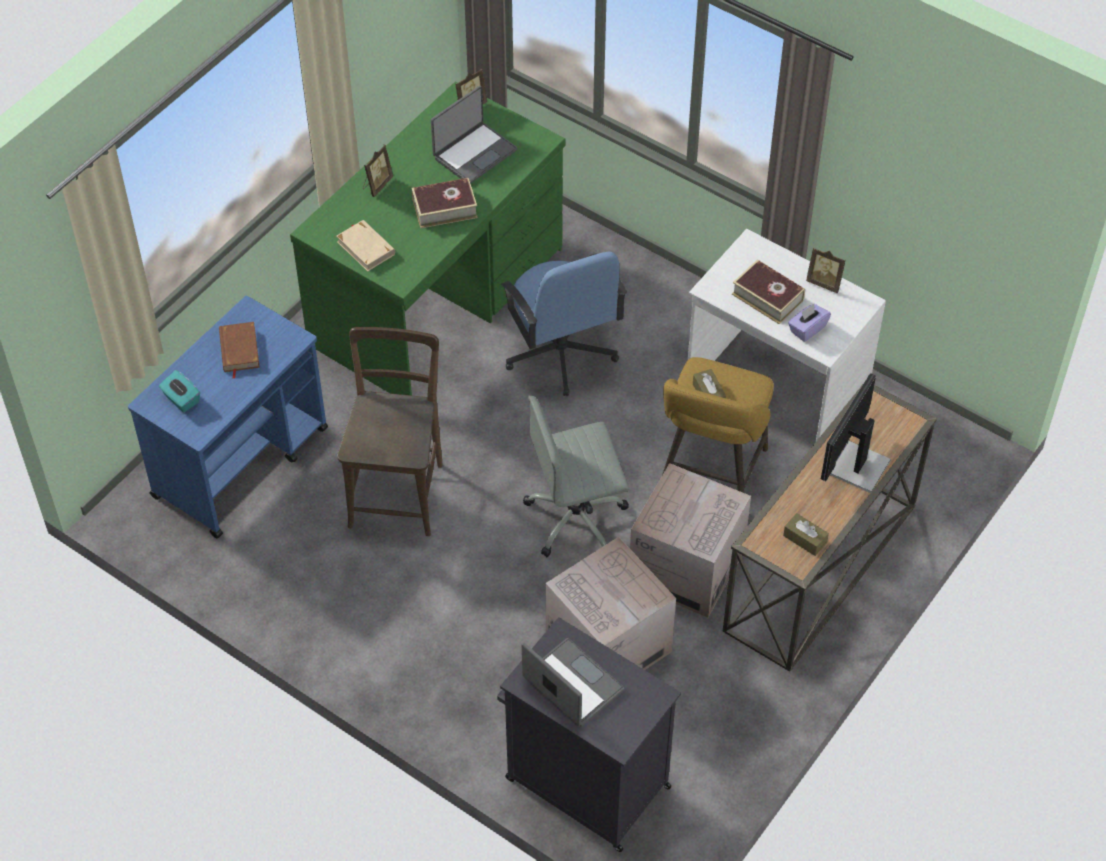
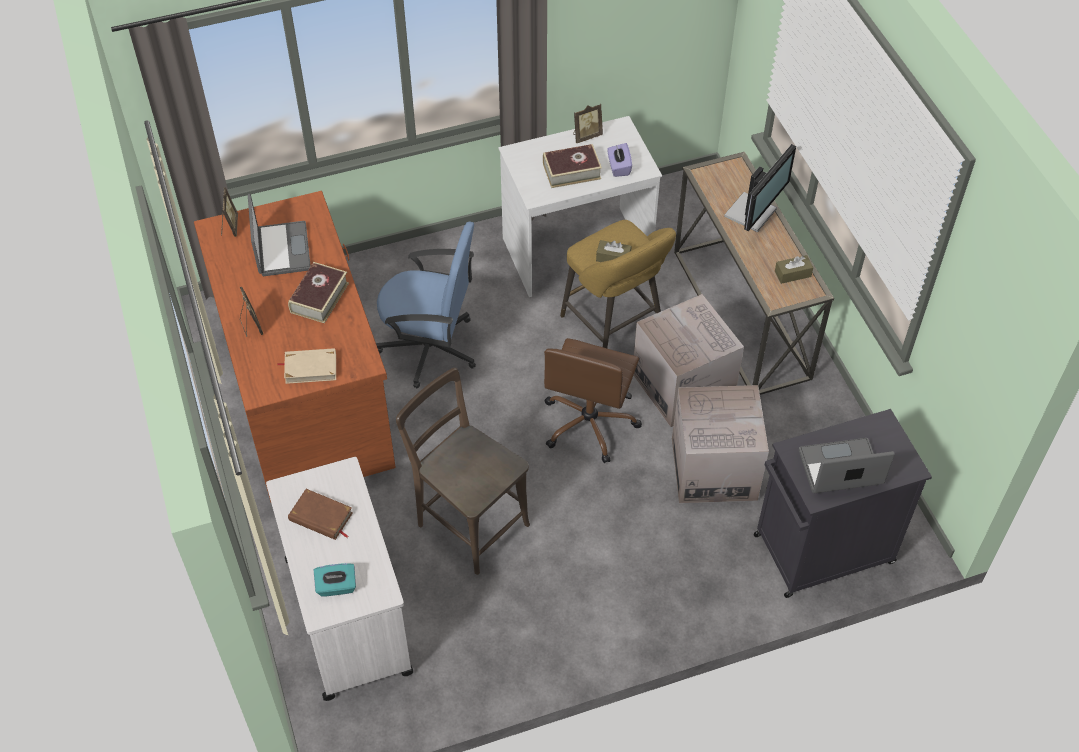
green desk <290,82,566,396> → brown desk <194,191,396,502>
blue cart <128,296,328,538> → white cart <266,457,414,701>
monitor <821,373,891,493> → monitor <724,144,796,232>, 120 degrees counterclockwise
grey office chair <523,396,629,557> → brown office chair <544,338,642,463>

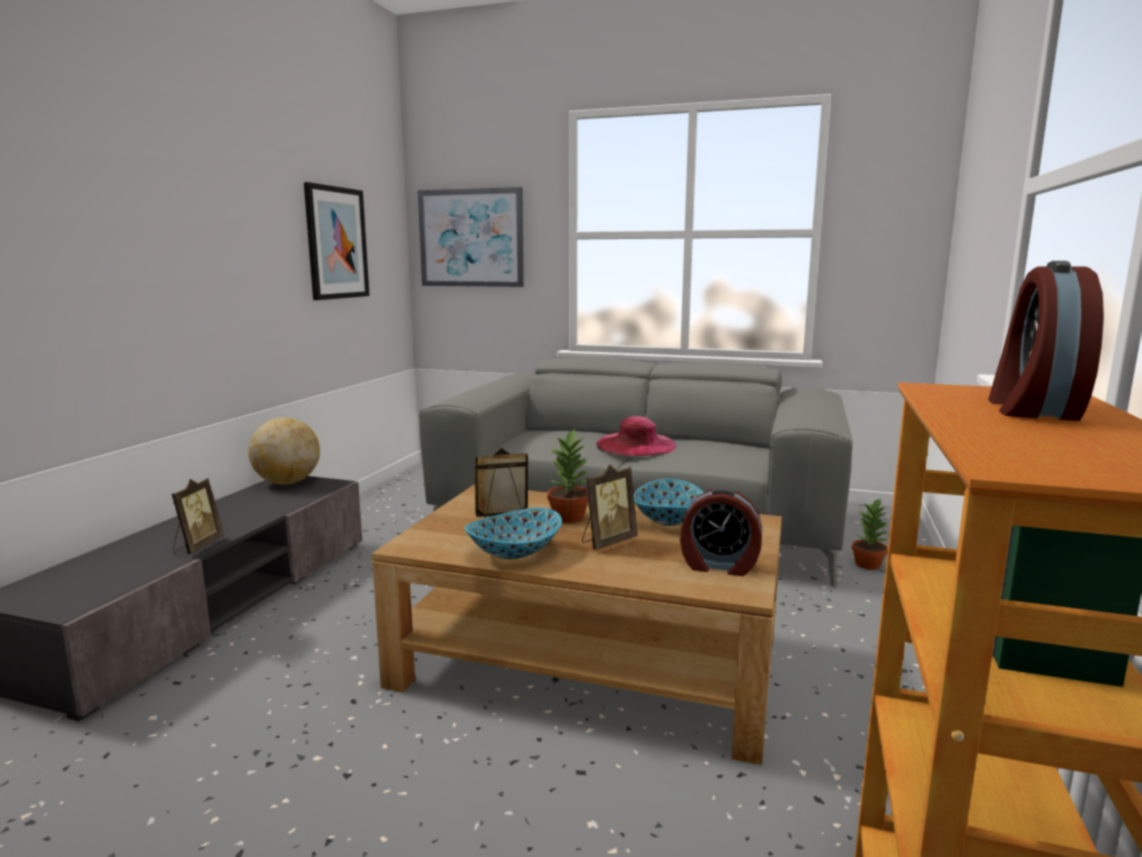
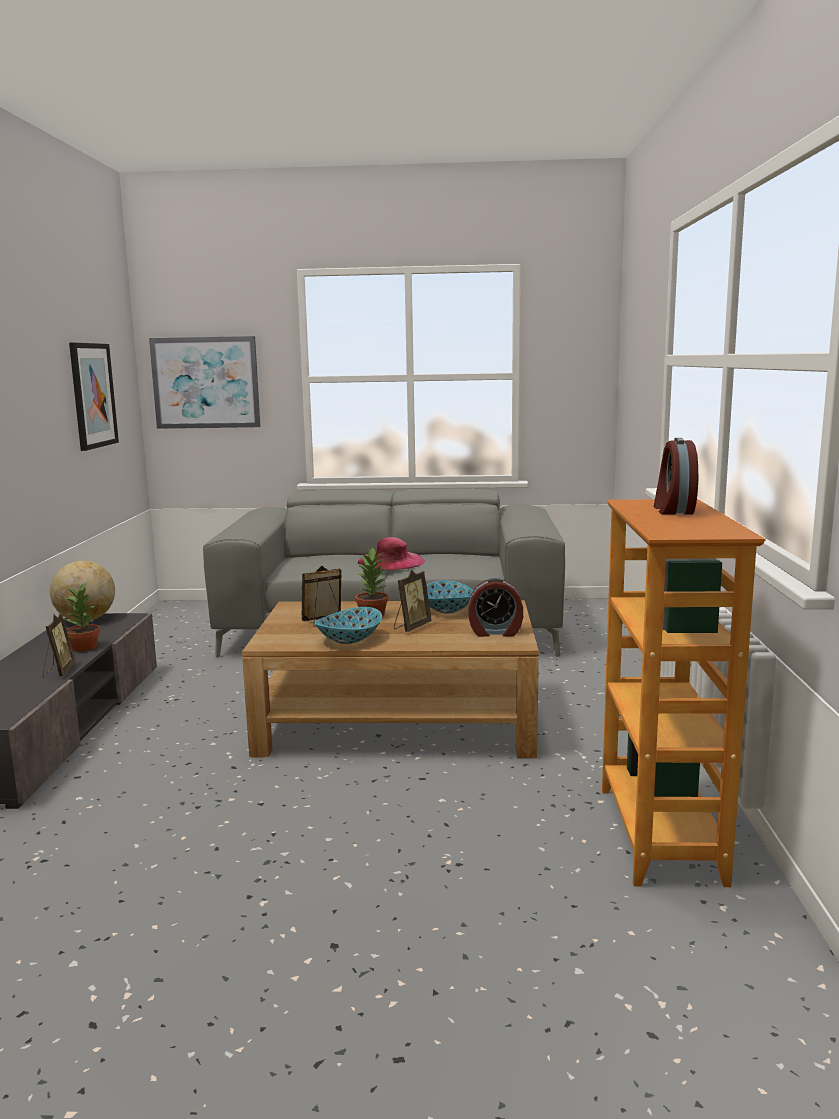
potted plant <852,498,890,570> → potted plant <65,582,100,652>, moved

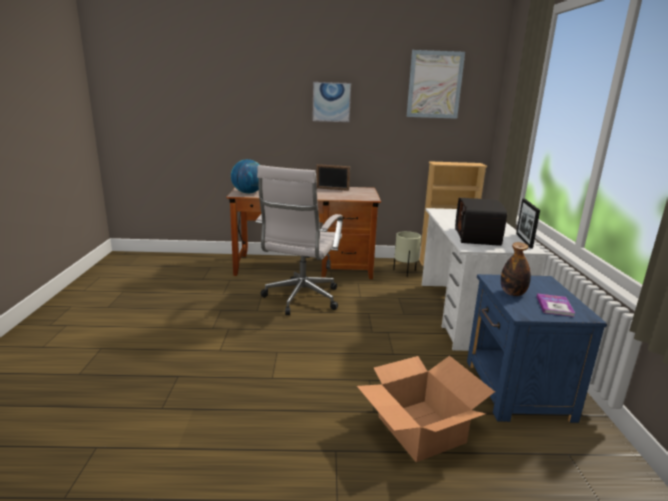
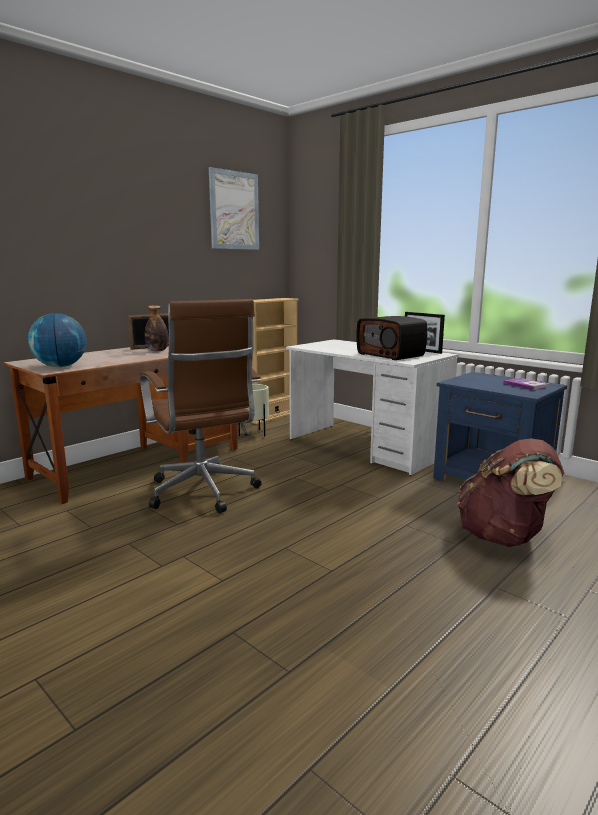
picture <312,82,351,122> → -
white office chair <255,165,343,315> → brown office chair <140,299,261,513>
bottle <501,242,531,296> → bottle <145,305,169,351>, moved
cardboard box <357,356,495,462> → brown backpack <457,439,564,547>

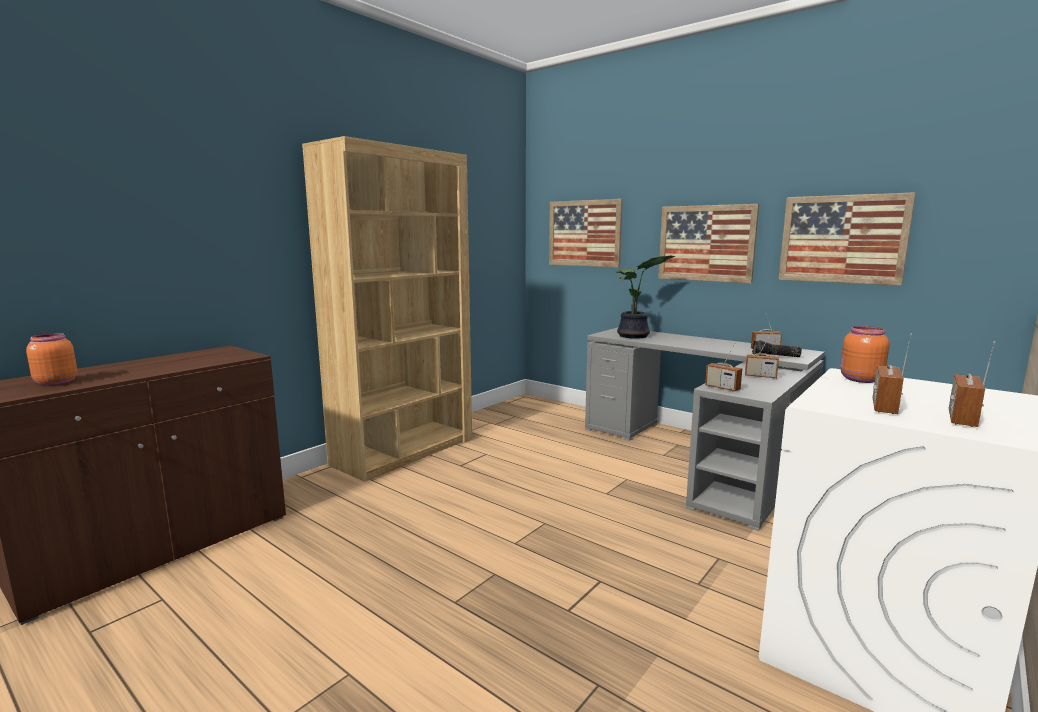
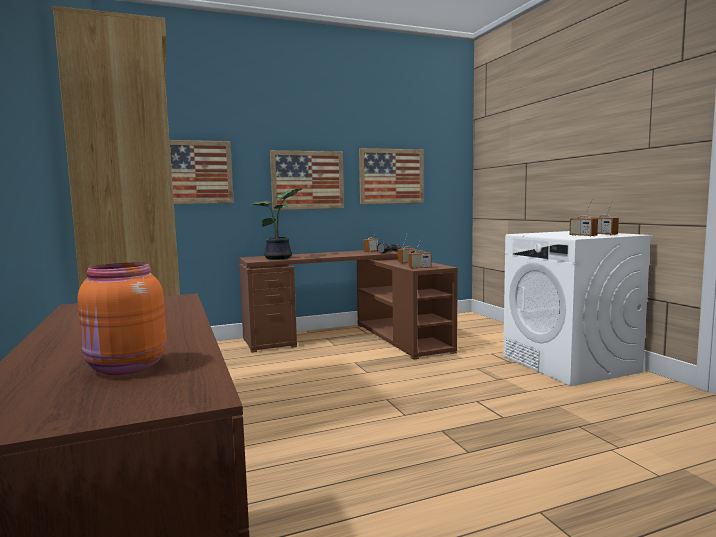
orange jar <840,326,889,383> → -
grey desk <585,328,825,531> → brown desk <239,250,458,360>

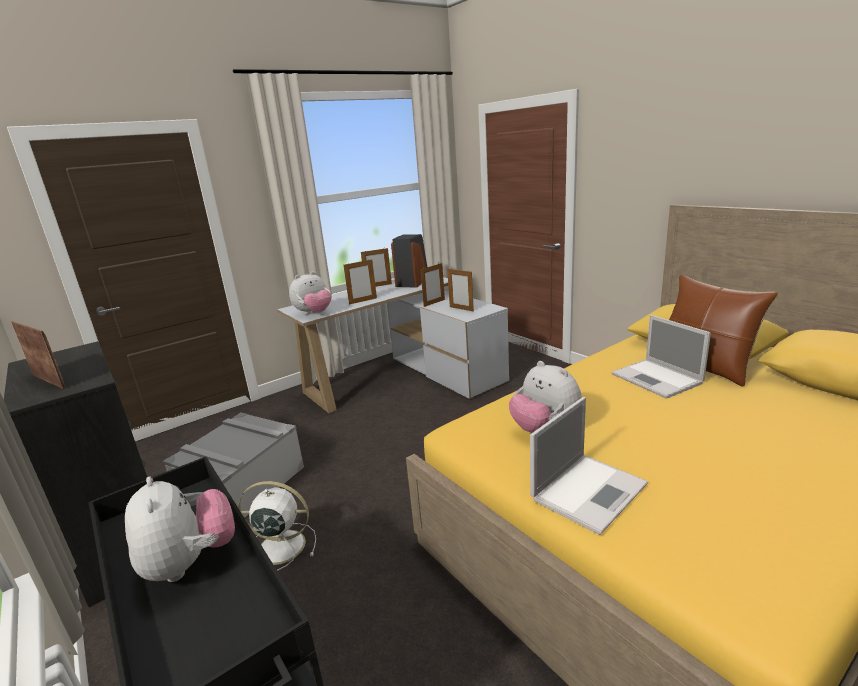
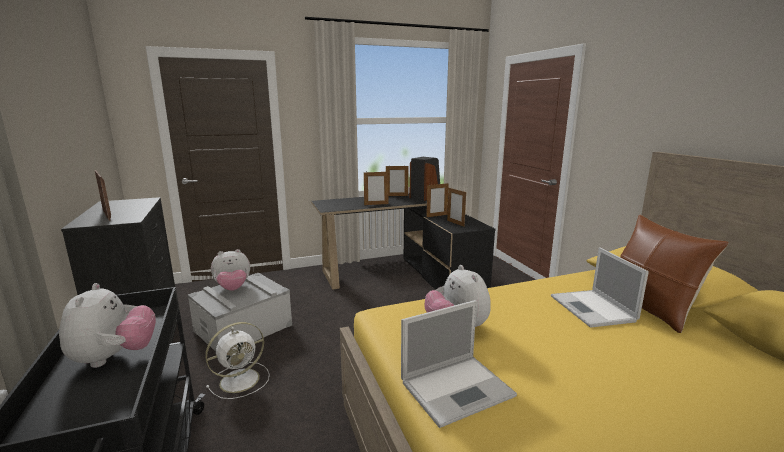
plush toy <289,271,332,315> → plush toy <211,249,250,291>, moved
white desk <277,277,509,413> → black desk <311,193,496,290>
white fan <238,481,316,571> → white fan <205,322,270,399>, 120 degrees clockwise

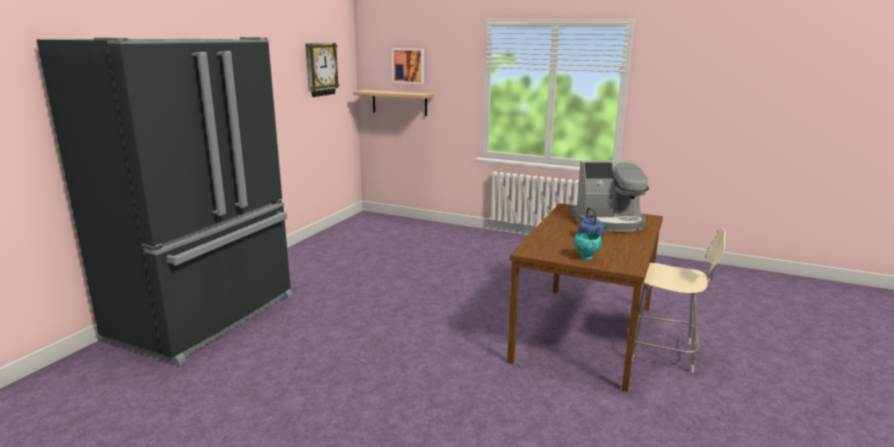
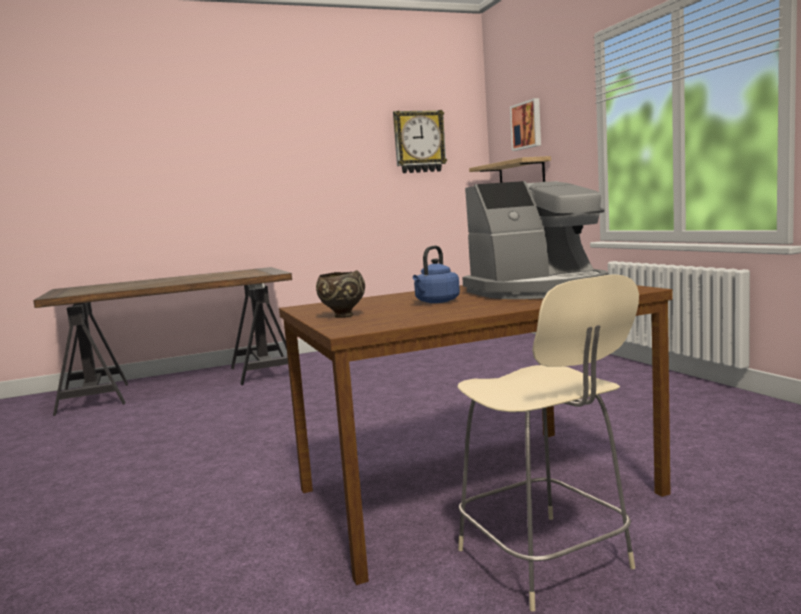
black fridge <36,37,293,365> → brown desk <33,267,292,416>
coffee machine <571,160,649,232> → coffee machine <462,181,609,299>, 60 degrees counterclockwise
turquoise bowl <574,232,602,260> → brown bowl <316,270,365,318>

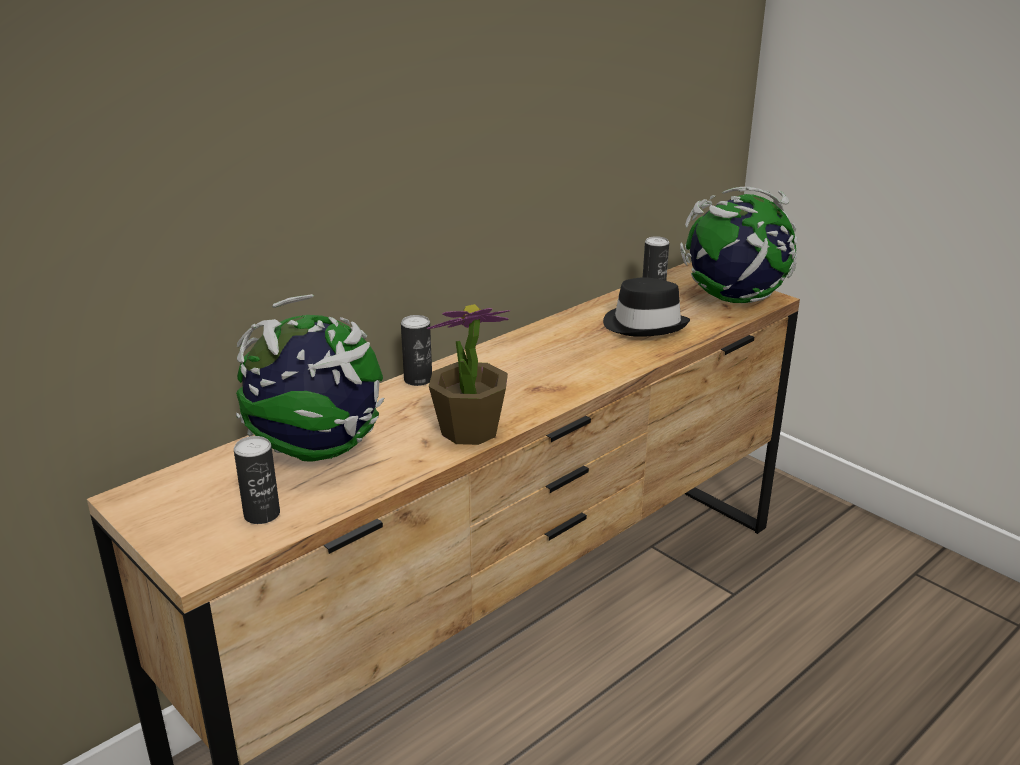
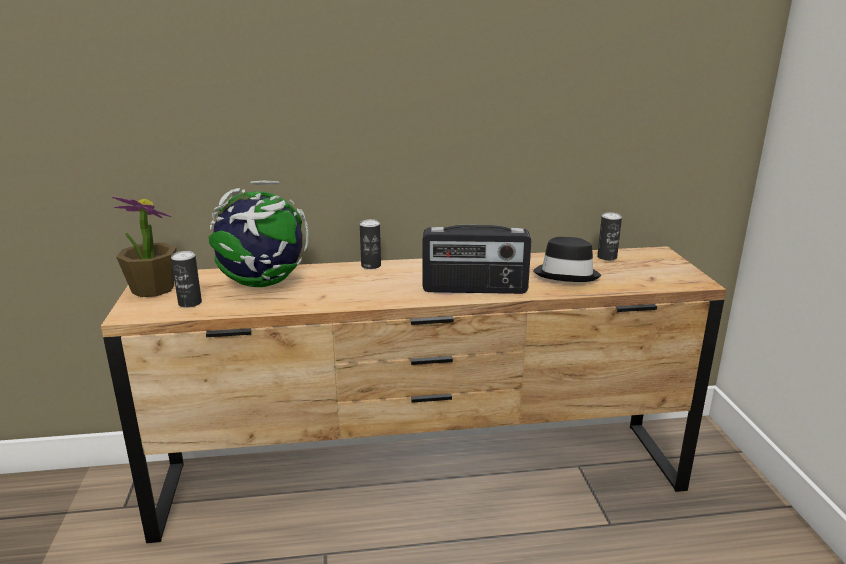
globe <680,187,797,303> → -
potted plant <427,304,510,445> → potted plant <112,196,177,297>, moved
- → radio <423,225,531,294>

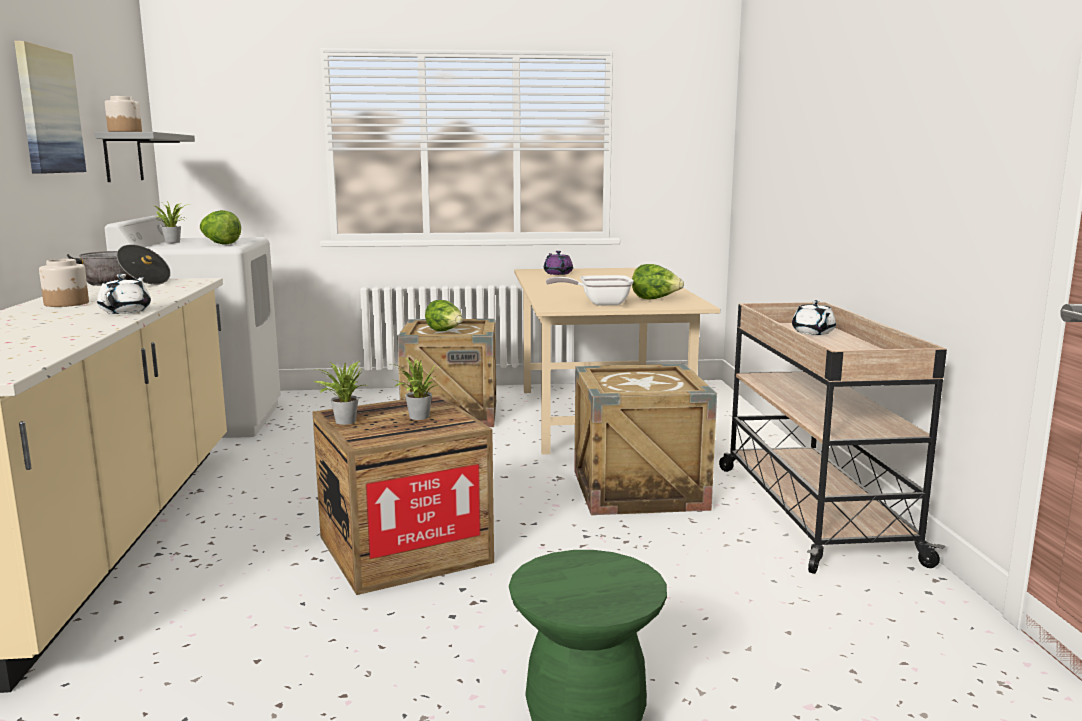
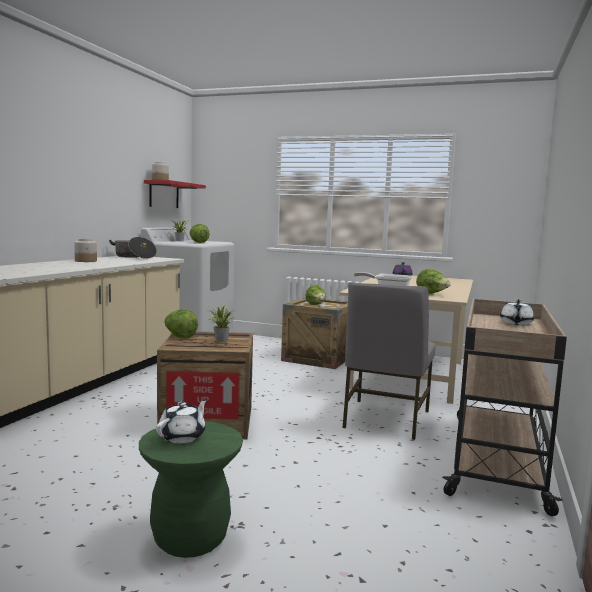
picture <14,41,86,174> → -
grey shelf <95,132,195,182> → red shelf <144,180,206,208>
white teapot <97,274,151,314> → white teapot <156,399,207,444>, moved
potted plant <313,361,367,425> → lettuce <164,309,198,338>
crate <574,364,717,515> → grey chair <342,282,436,440>

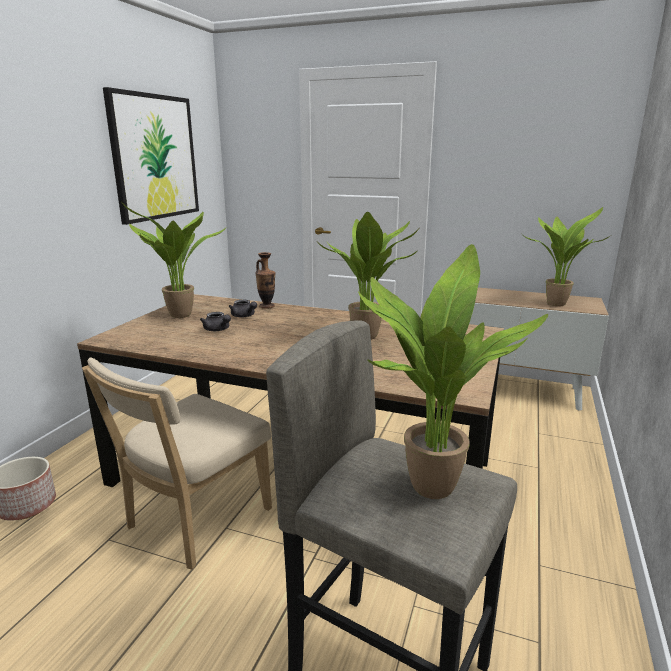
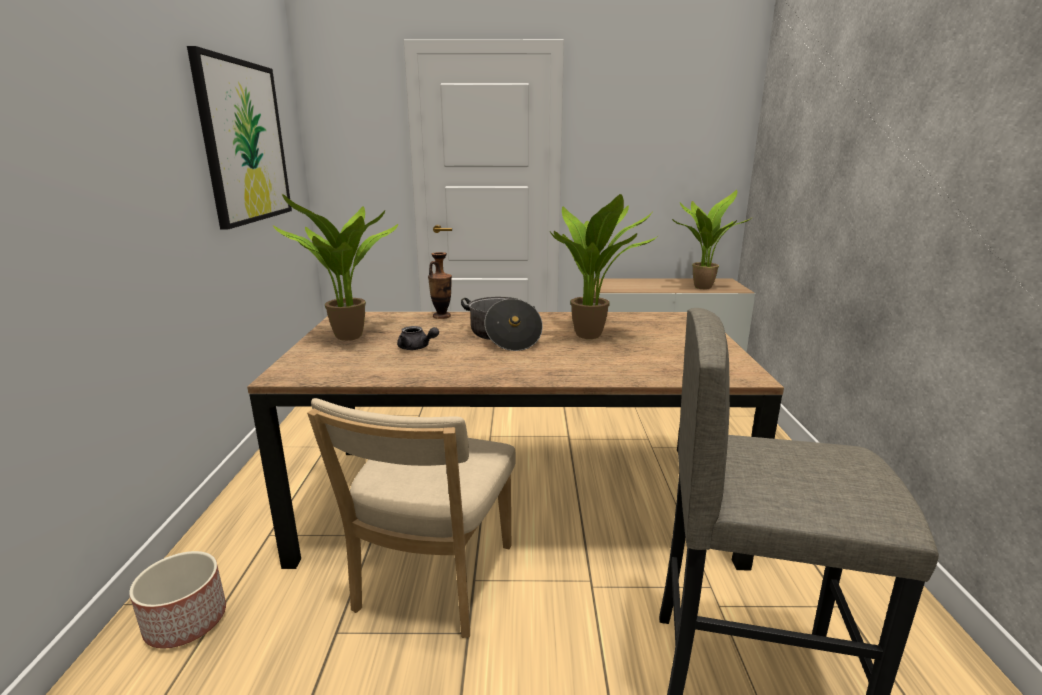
potted plant <358,244,548,499> → -
grey teapot <229,300,257,317> → -
- → cooking pot <461,297,543,351>

